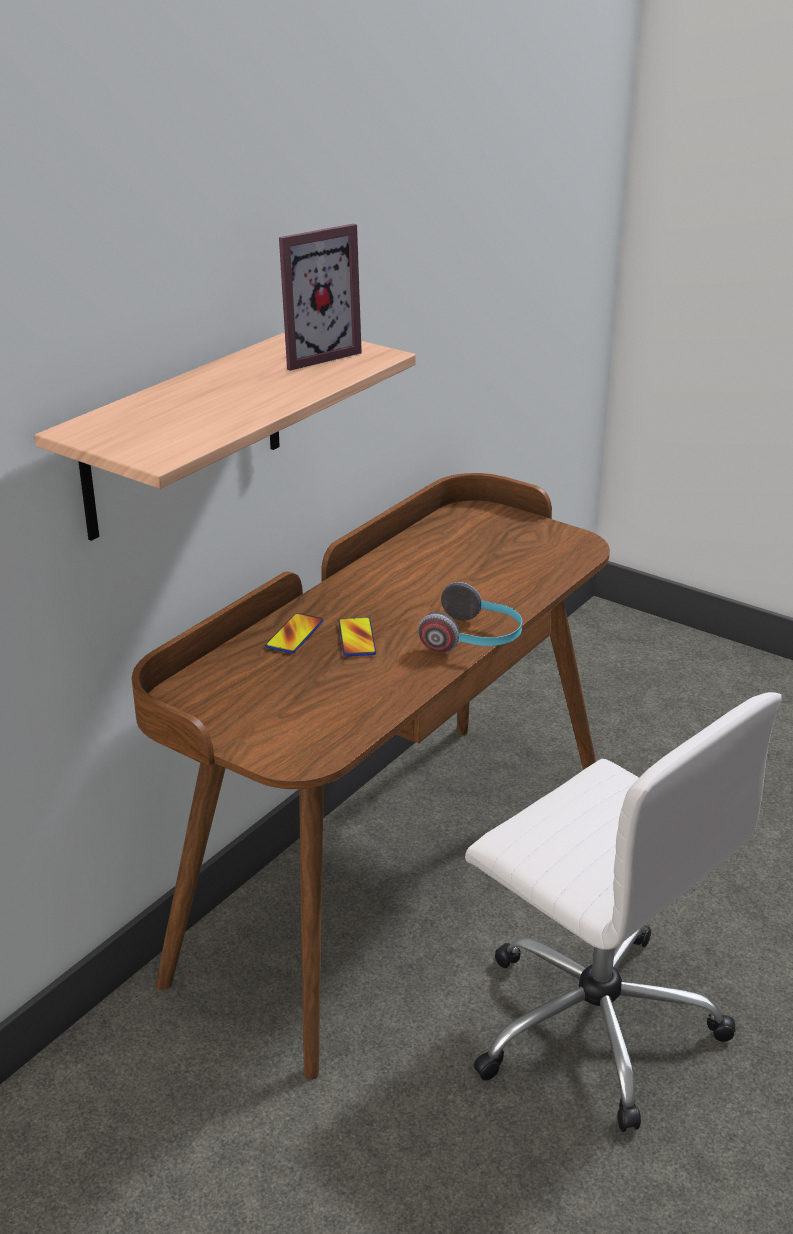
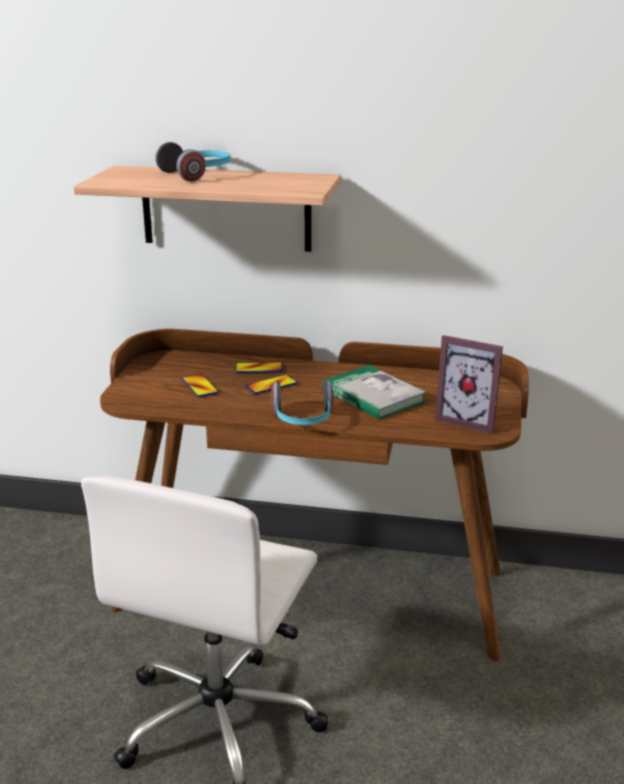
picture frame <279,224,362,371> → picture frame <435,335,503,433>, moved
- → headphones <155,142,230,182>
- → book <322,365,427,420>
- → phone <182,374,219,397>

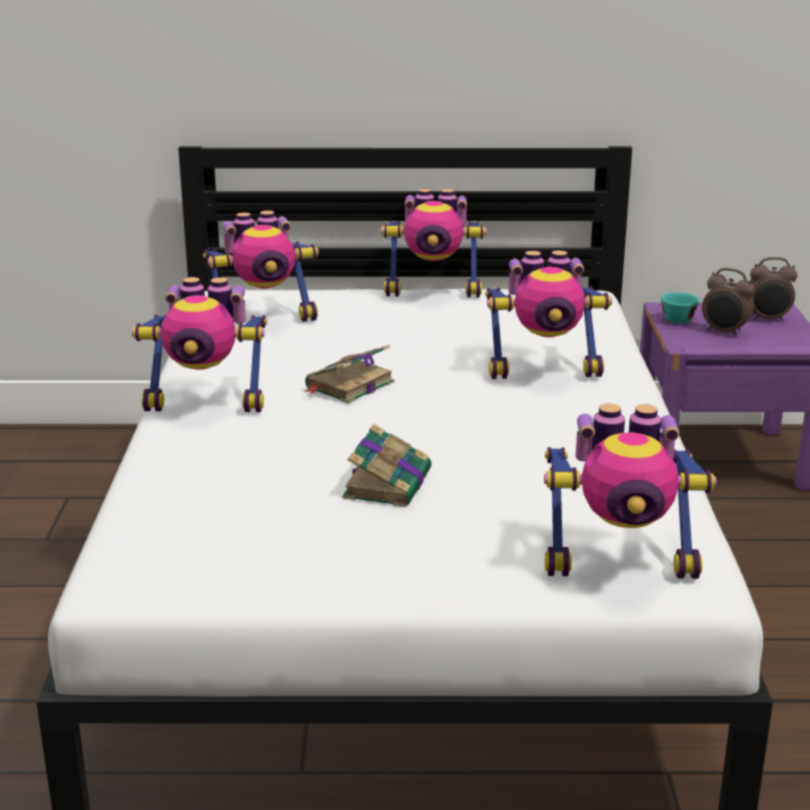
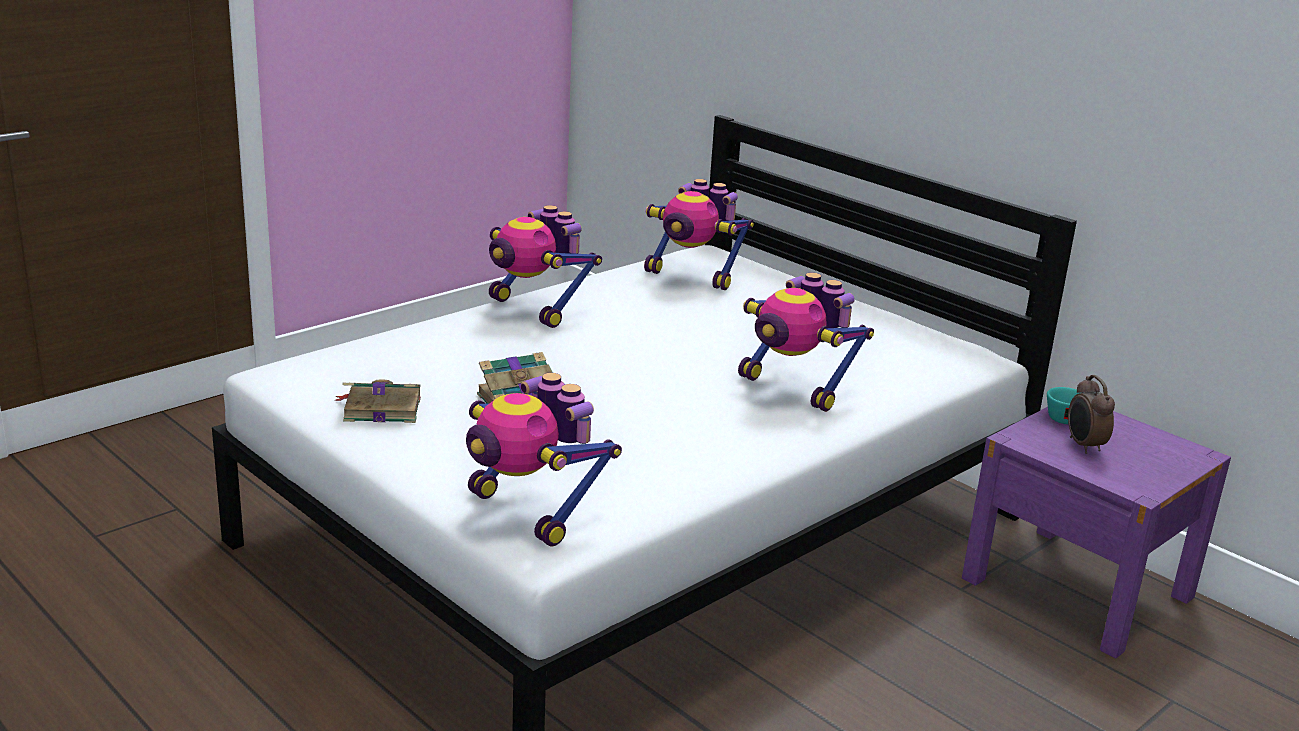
toy robot <381,189,487,297> → -
alarm clock <750,257,797,322> → -
book <304,345,395,404> → book <334,380,421,423>, moved

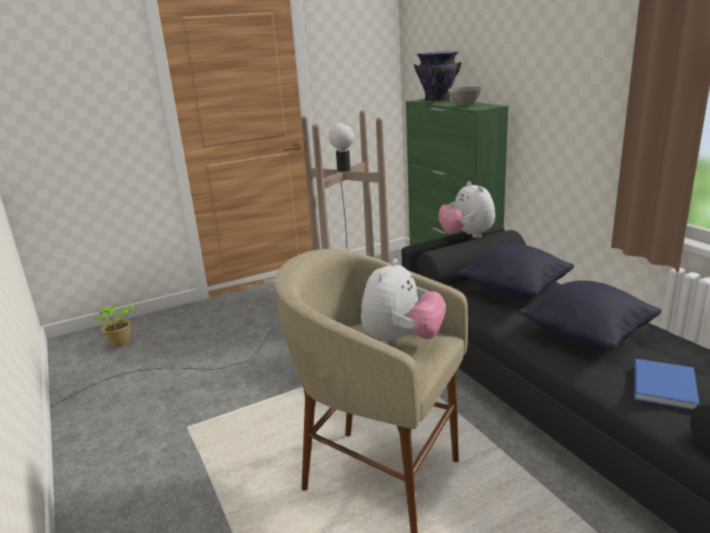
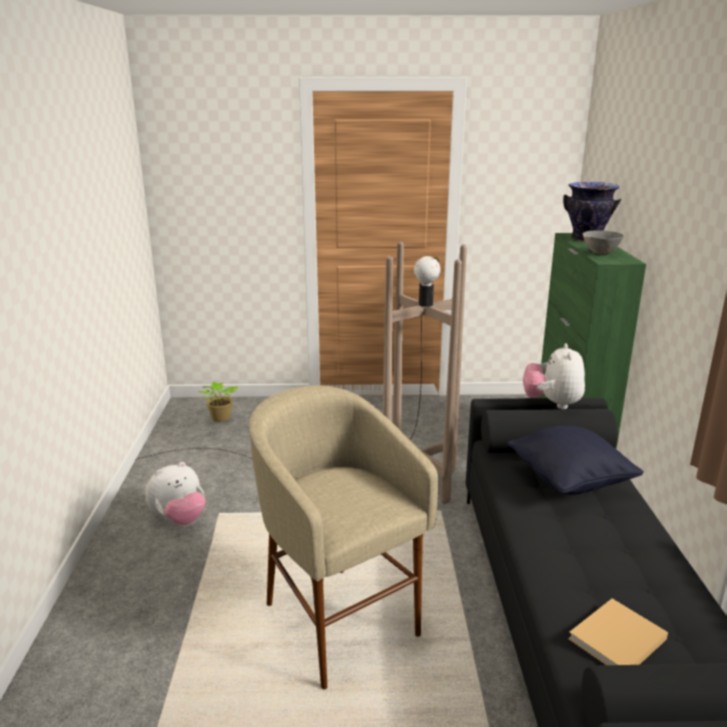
plush toy <361,259,446,346> → plush toy <145,462,205,525>, moved
black pillow <519,280,662,350> → -
blue book <634,359,699,410> → beige book <568,598,668,665>

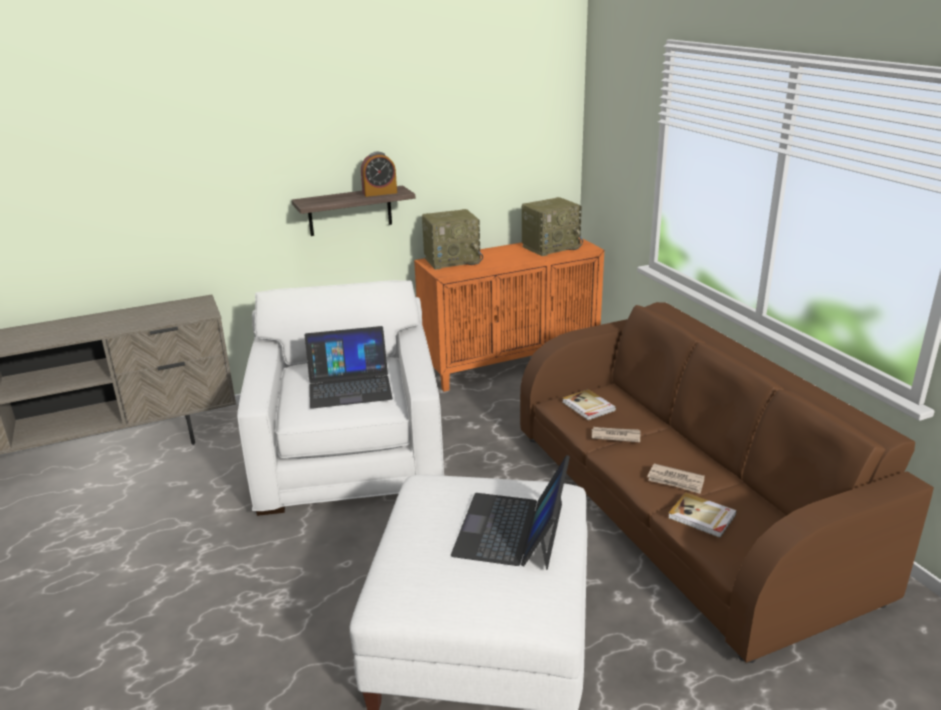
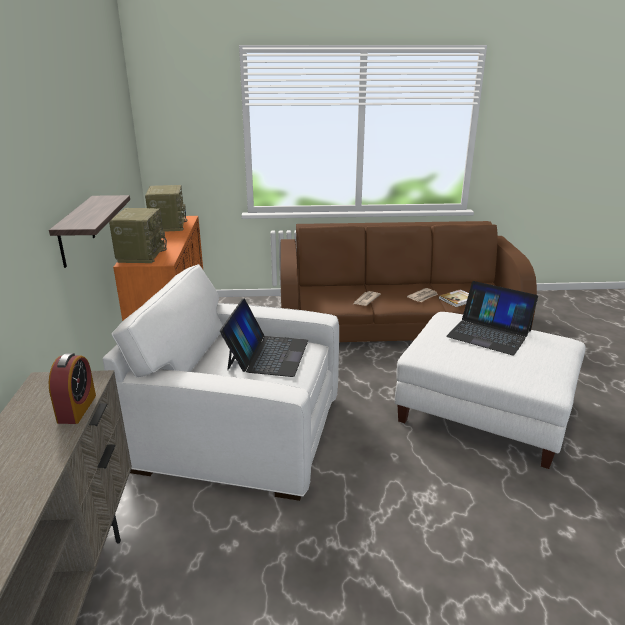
alarm clock <361,152,397,197> → alarm clock <49,353,96,424>, moved
book <562,389,616,420> → -

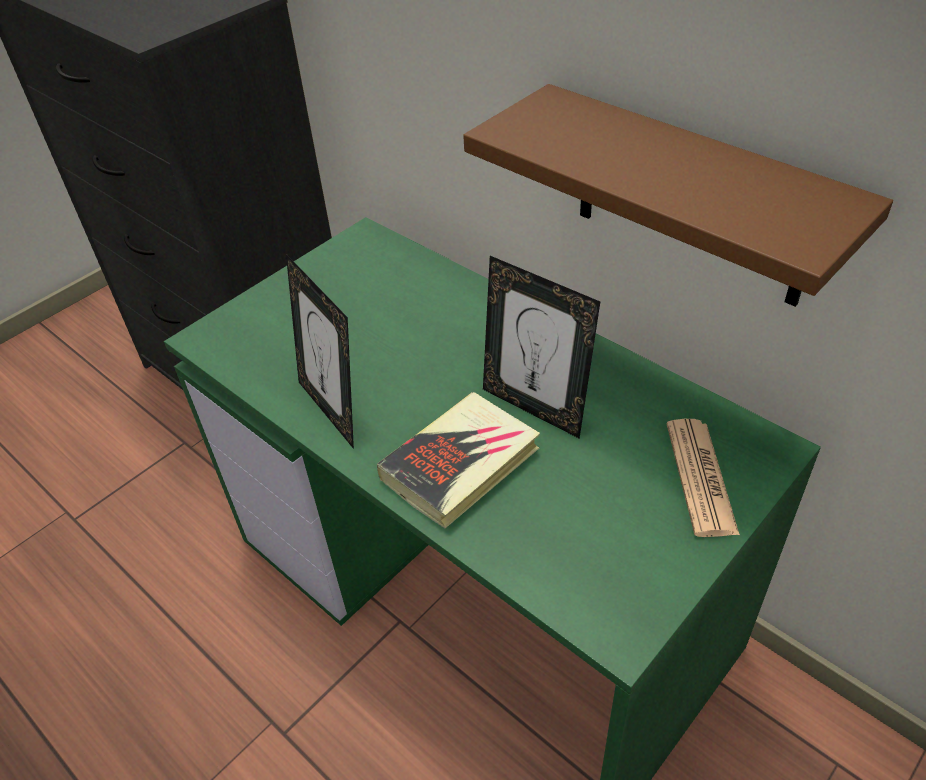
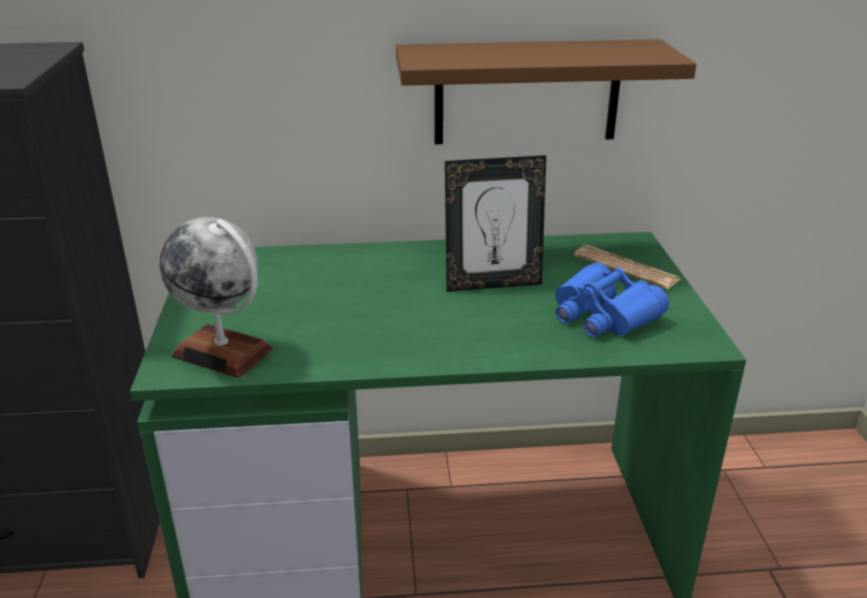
picture frame <286,254,354,449> → -
book <377,392,540,528> → -
- → globe <160,217,273,378>
- → blue binoculars <555,262,669,337>

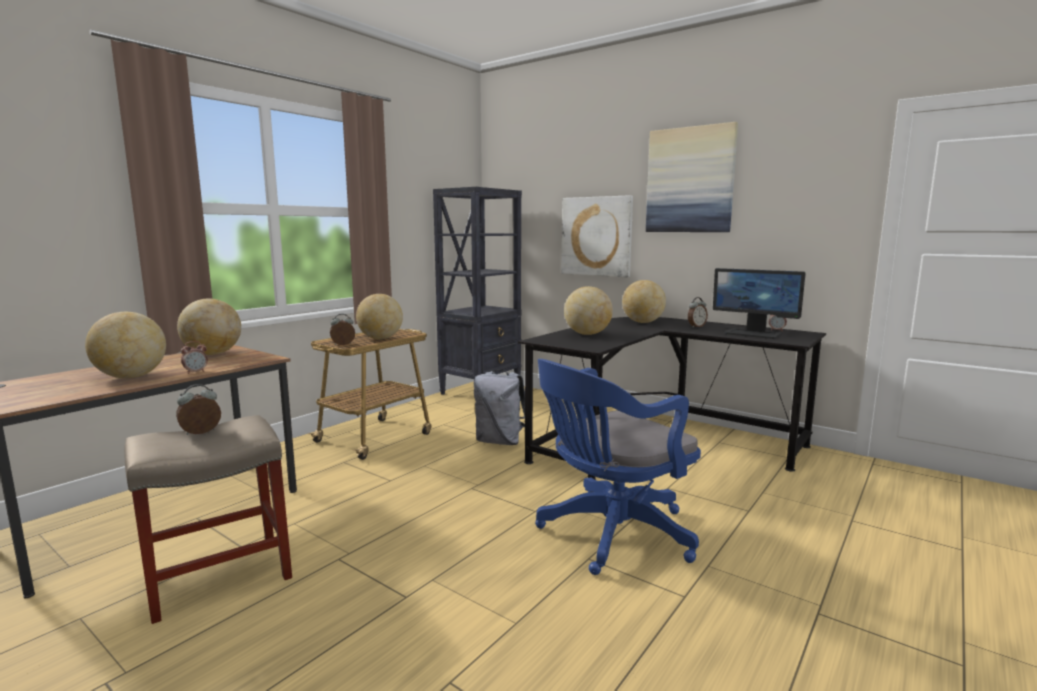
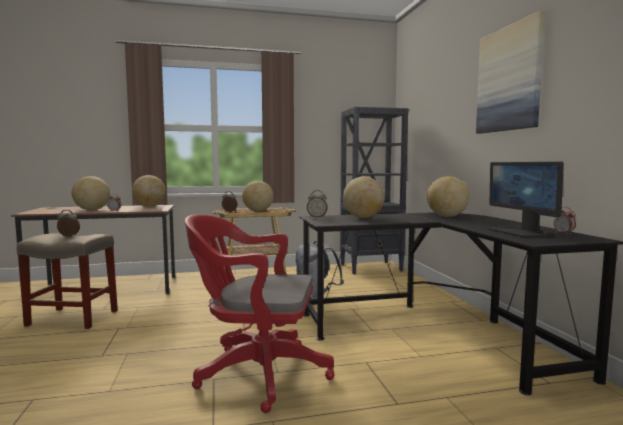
picture <561,195,633,278> → -
alarm clock <688,297,708,327> → alarm clock <307,190,328,218>, moved
blue office chair <535,359,701,575> → red office chair <185,214,335,413>

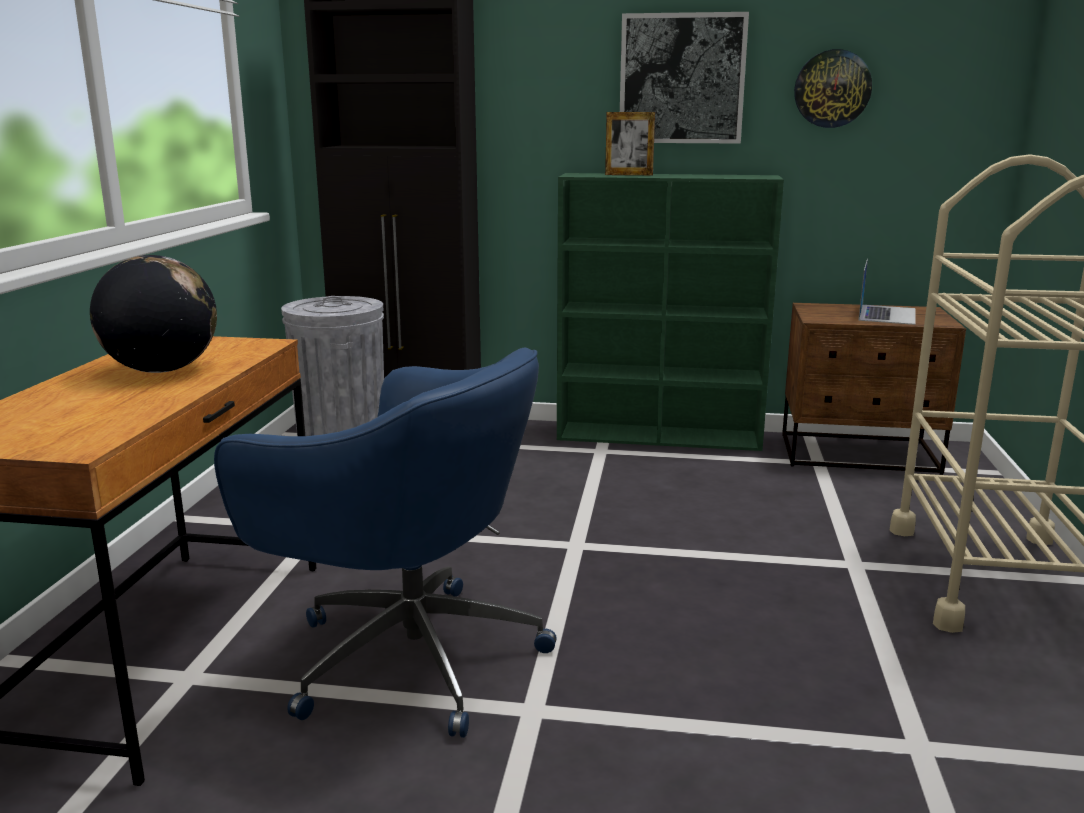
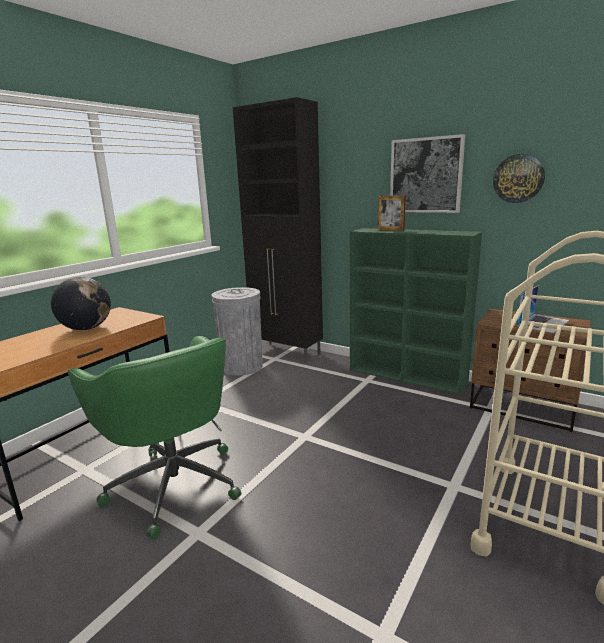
blue office chair <214,347,557,738> → green office chair <68,336,241,540>

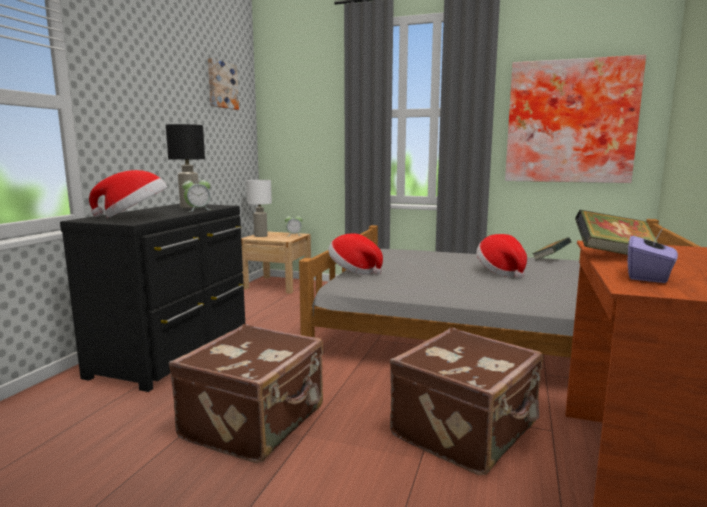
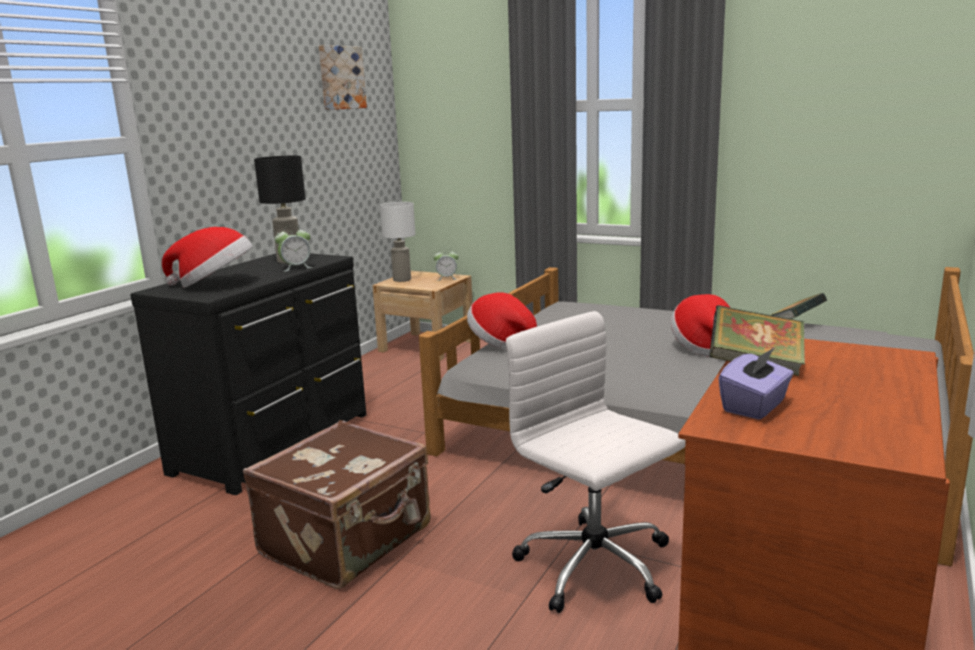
picture <505,55,646,183> → -
brown suitcase <390,327,543,475> → white office chair <506,311,686,613>

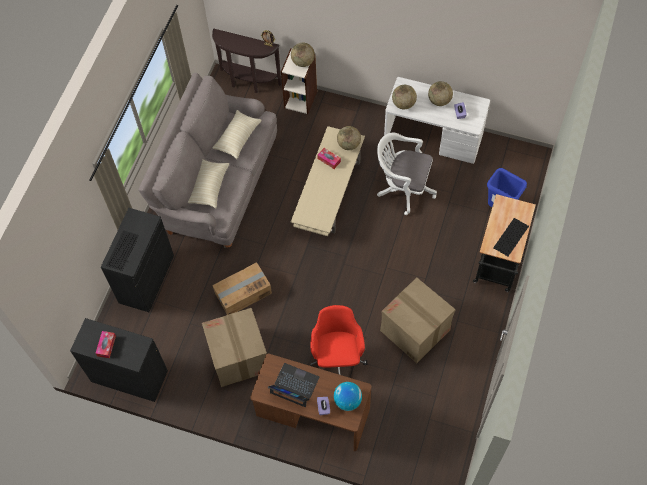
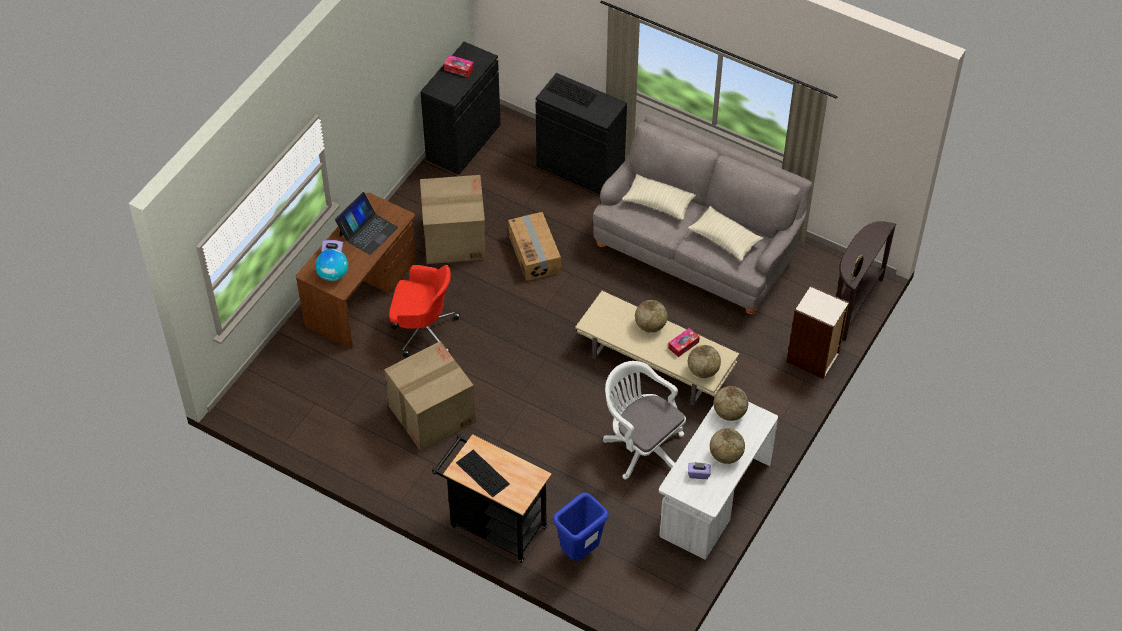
globe <291,43,315,67> → globe <635,300,668,333>, moved
white office chair <377,133,437,215> → white office chair <603,361,686,480>, 75 degrees counterclockwise

